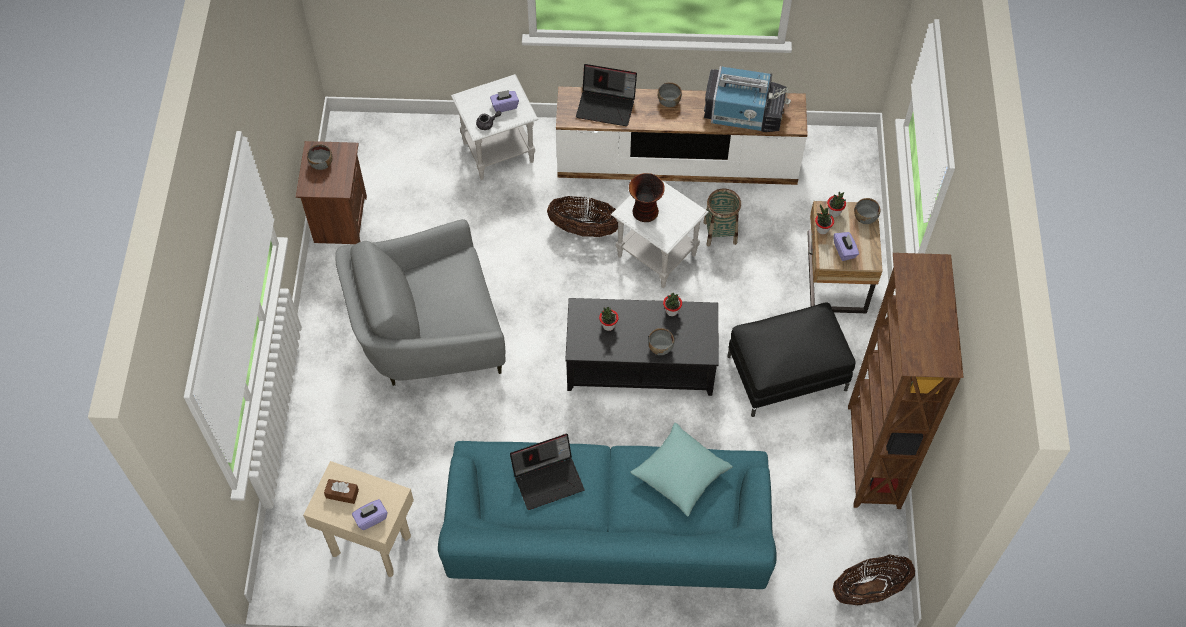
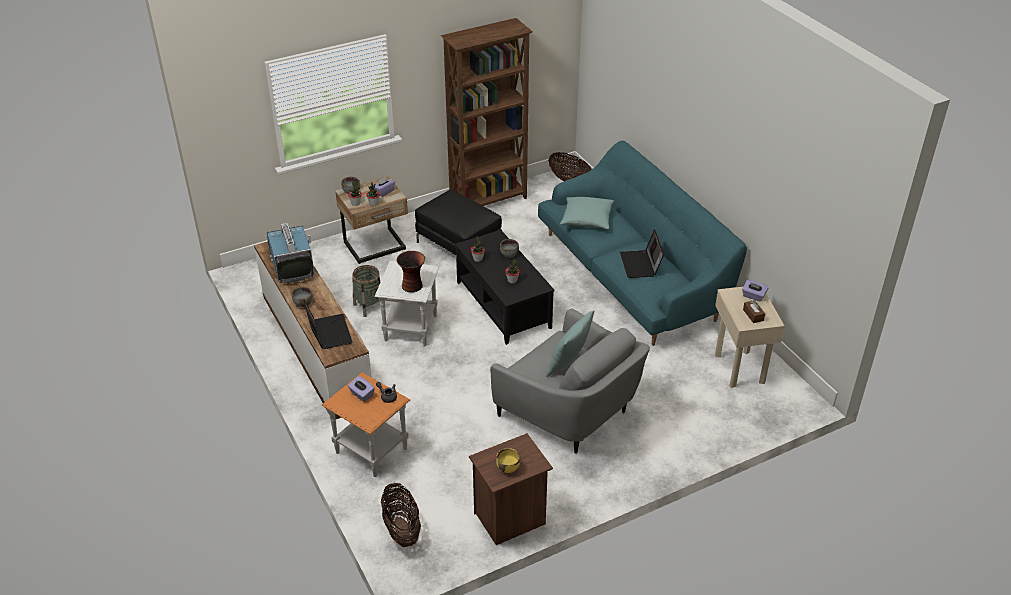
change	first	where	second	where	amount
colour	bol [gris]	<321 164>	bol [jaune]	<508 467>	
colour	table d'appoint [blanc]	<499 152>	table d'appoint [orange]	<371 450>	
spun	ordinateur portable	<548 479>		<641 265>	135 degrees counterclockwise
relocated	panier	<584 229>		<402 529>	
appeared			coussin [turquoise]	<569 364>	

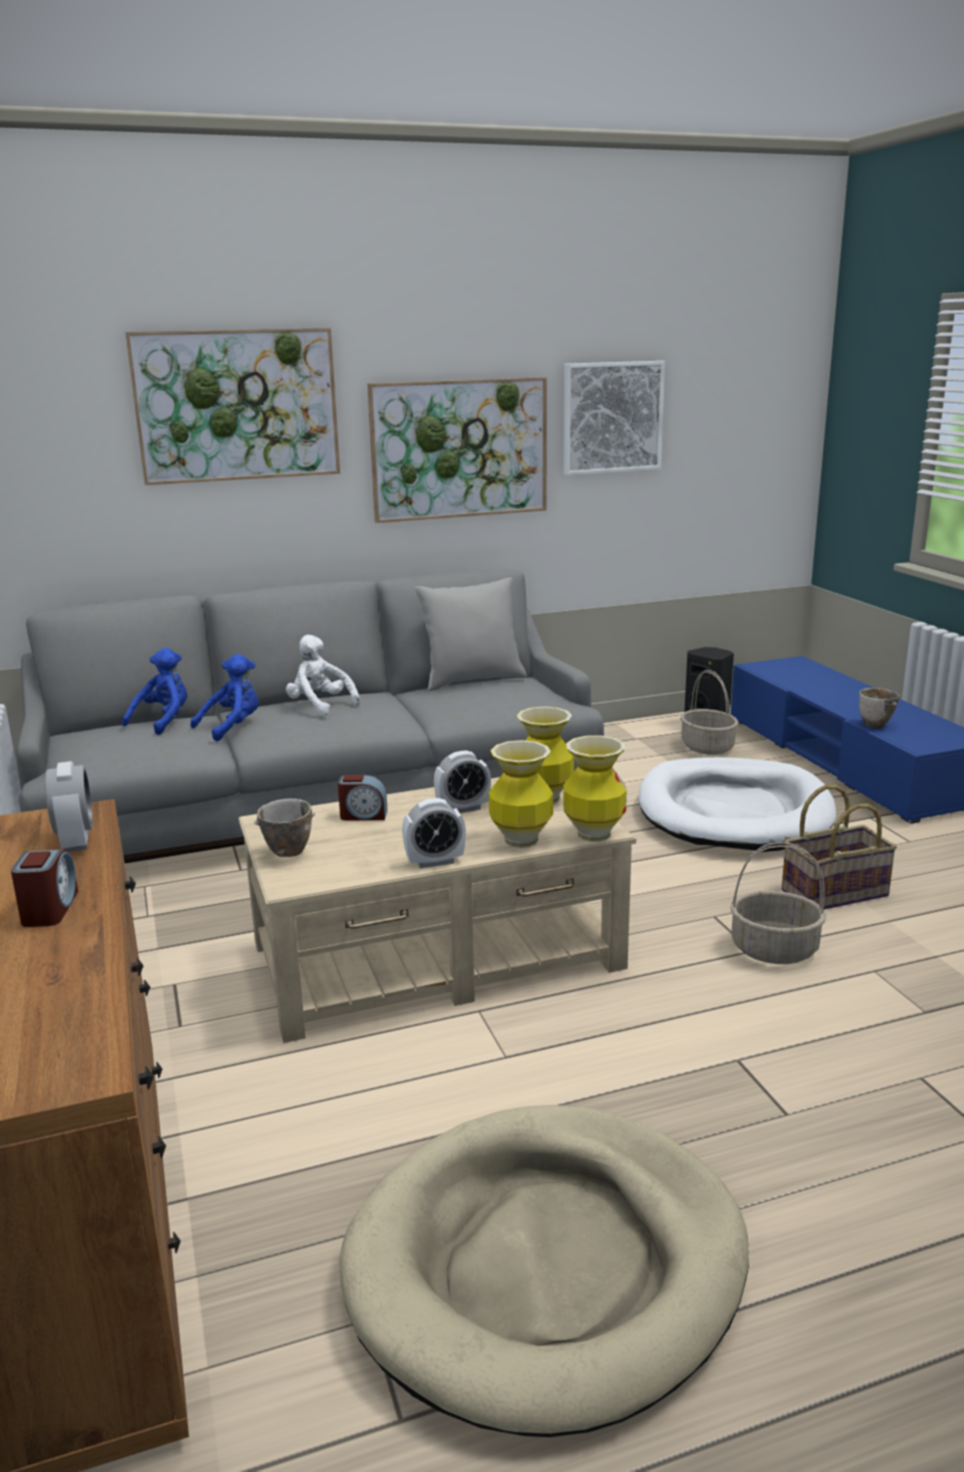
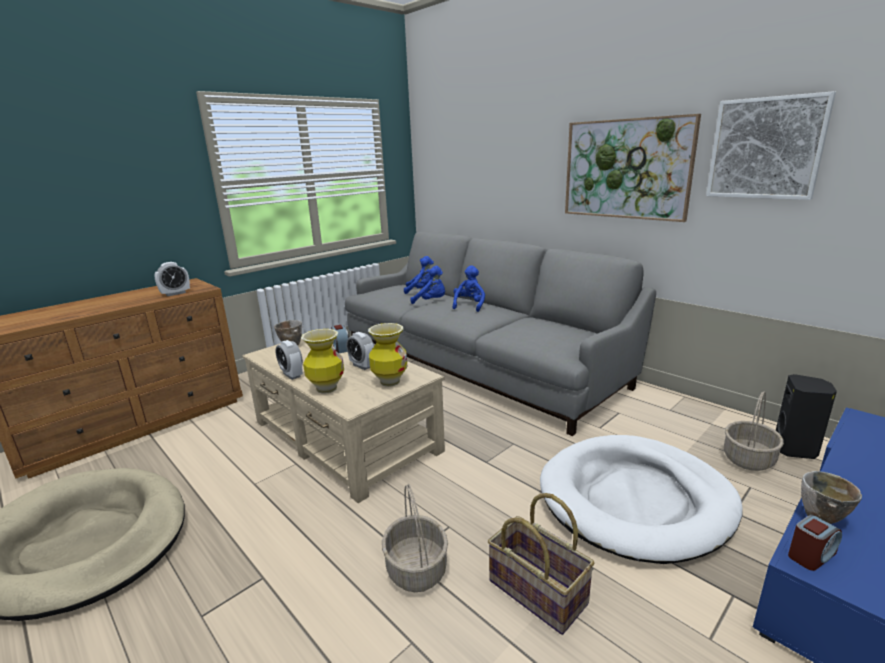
change	first	where	second	where	amount
relocated	réveil	<50 909>		<811 555>	
missing	tableau	<237 405>			
colour	peluche [blanc]	<320 706>	peluche [bleu]	<469 305>	
missing	coussin [gris]	<472 680>			
missing	vase	<593 834>			

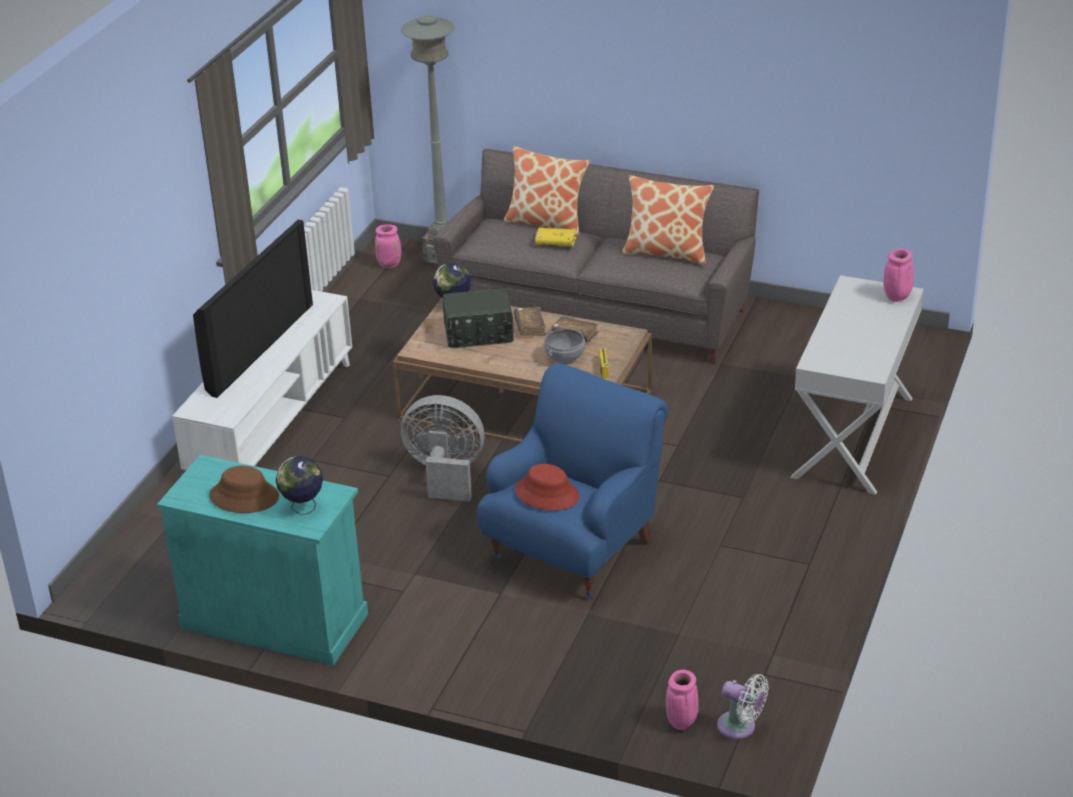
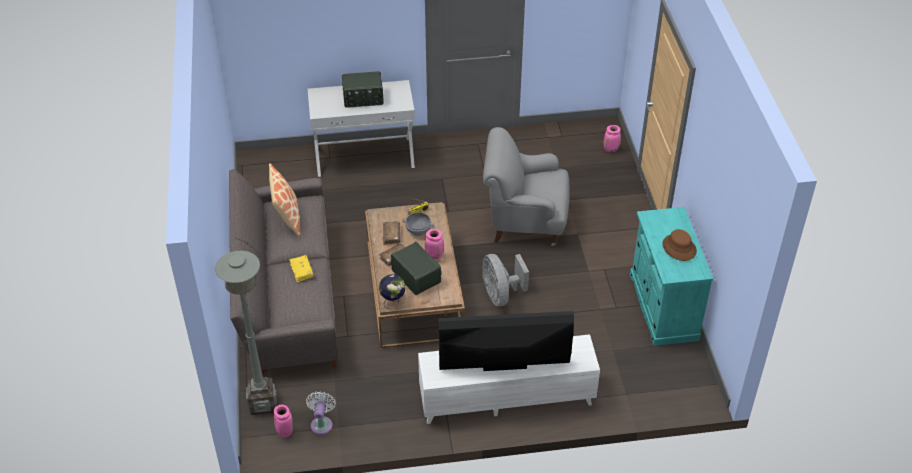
change	first	where	second	where	amount
missing	globe	<303 508>			
colour	fauteuil [bleu]	<574 548>	fauteuil [gris]	<524 221>	
missing	coussin	<546 223>			
missing	chapeau [rouge]	<547 494>			
relocated	ventilateur [blanc]	<740 727>		<322 423>	
relocated	vase [rose]	<897 298>		<435 256>	
appeared			radio	<363 98>	

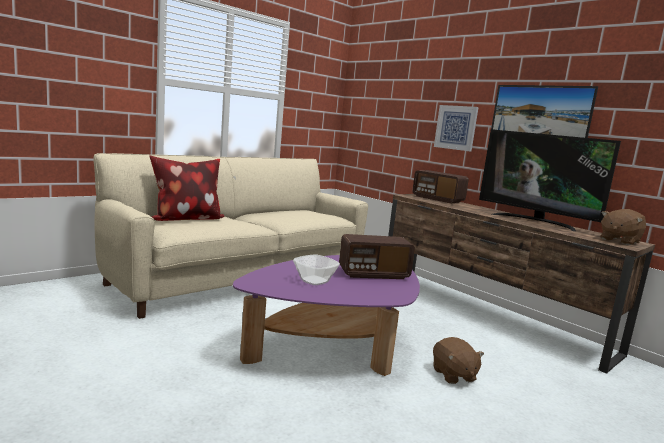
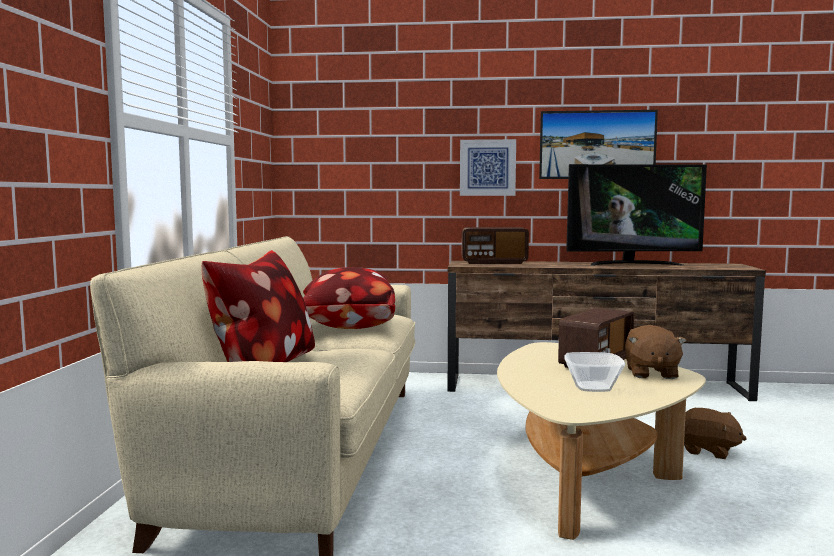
change	first	where	second	where	amount
colour	table basse [violet]	<334 346>	table basse [beige]	<584 475>	
relocated	peluche [marron]	<619 240>		<651 373>	
appeared			coussin	<347 327>	

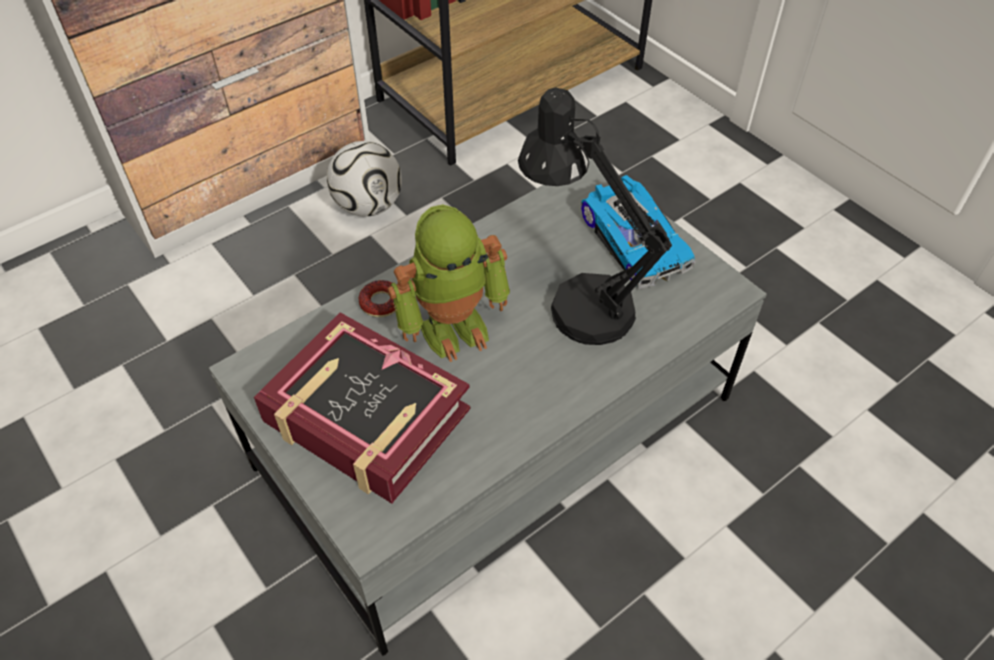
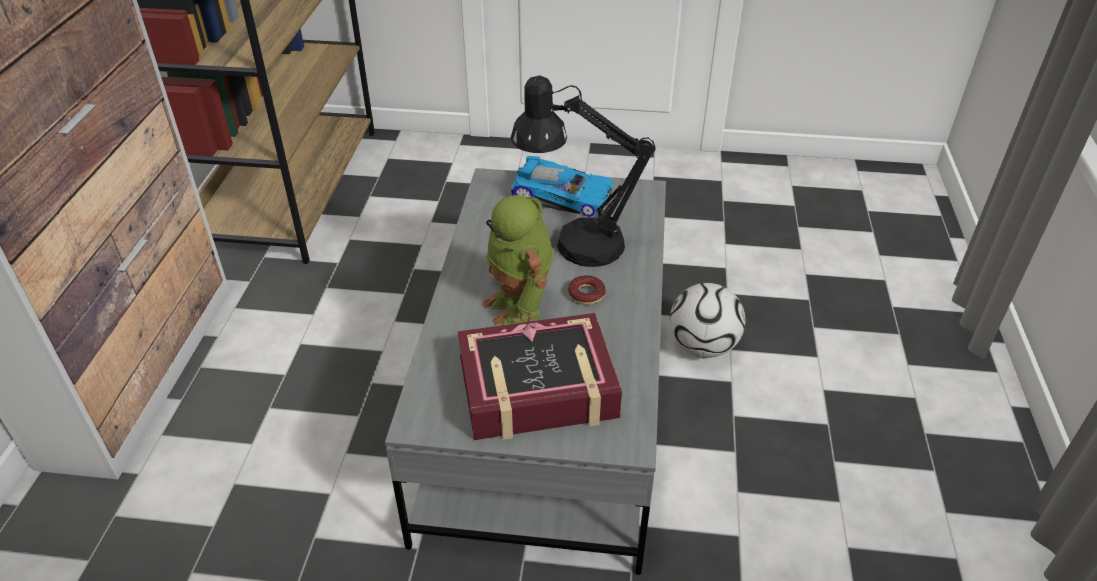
change	first	where	second	where	amount
relocated	ballon de foot	<368 206>		<703 346>	
relocated	beignet	<381 303>		<586 294>	
spun	robot jouet	<453 326>		<520 305>	135 degrees clockwise

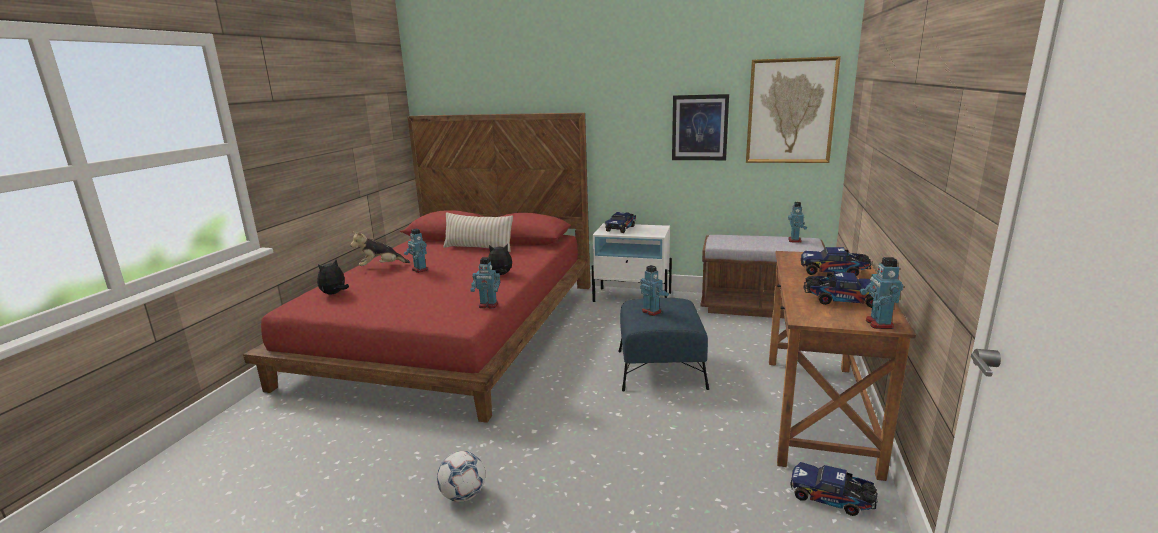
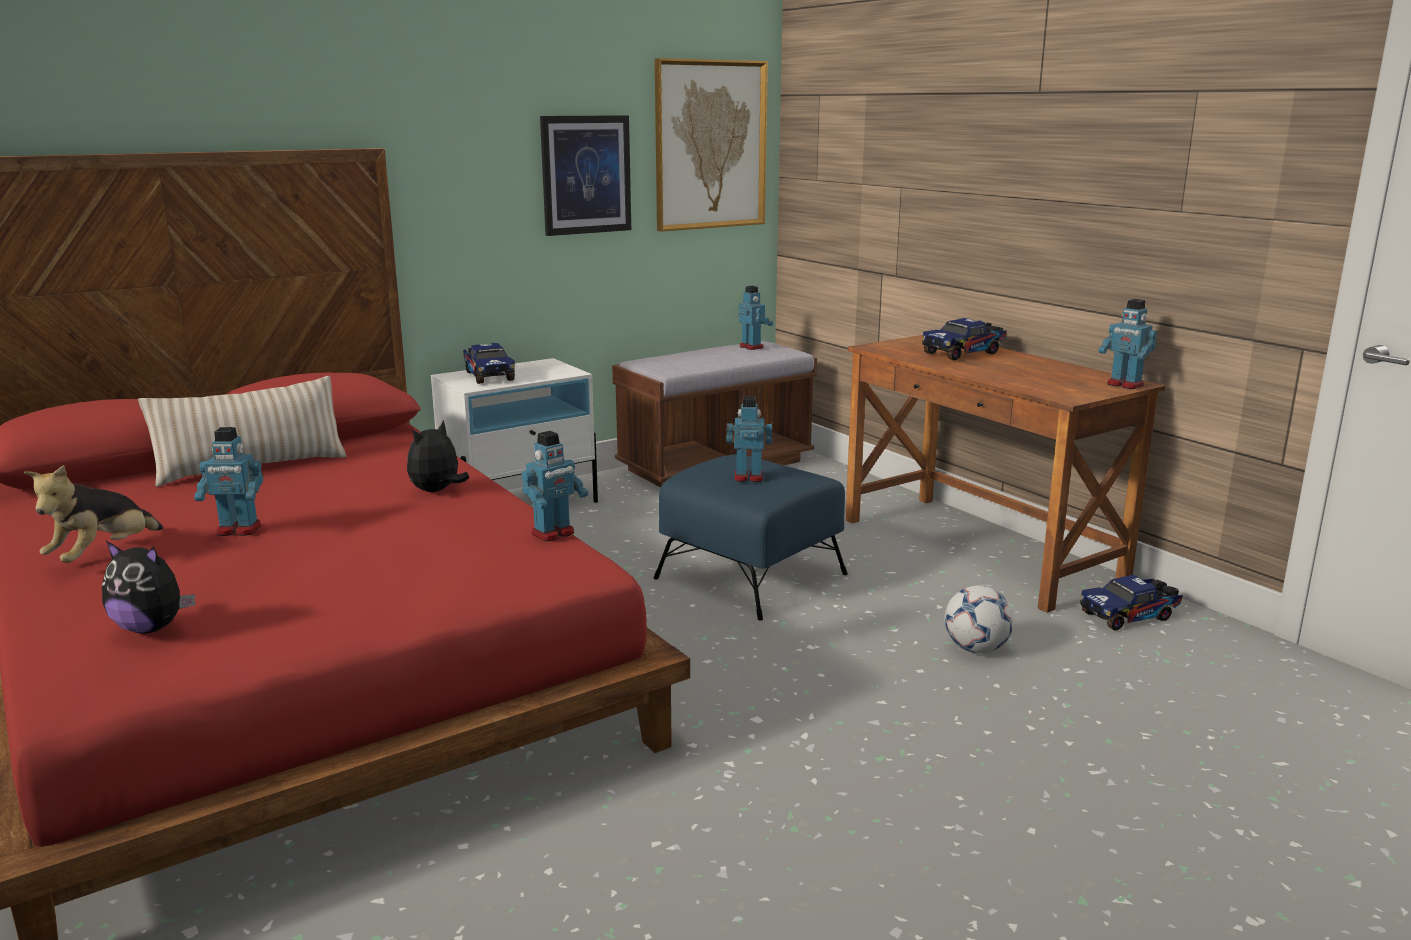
change	first	where	second	where	amount
spun	peluche	<334 294>		<151 628>	60 degrees counterclockwise
relocated	ballon de foot	<463 495>		<976 649>	
missing	camion jouet	<840 300>			

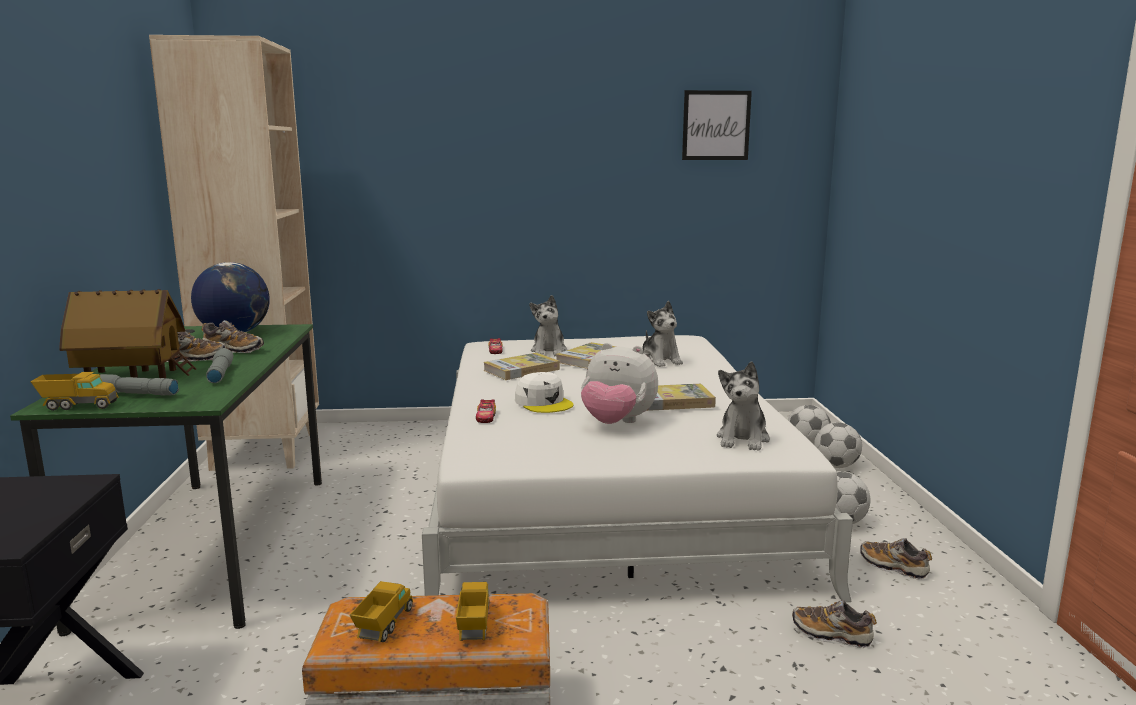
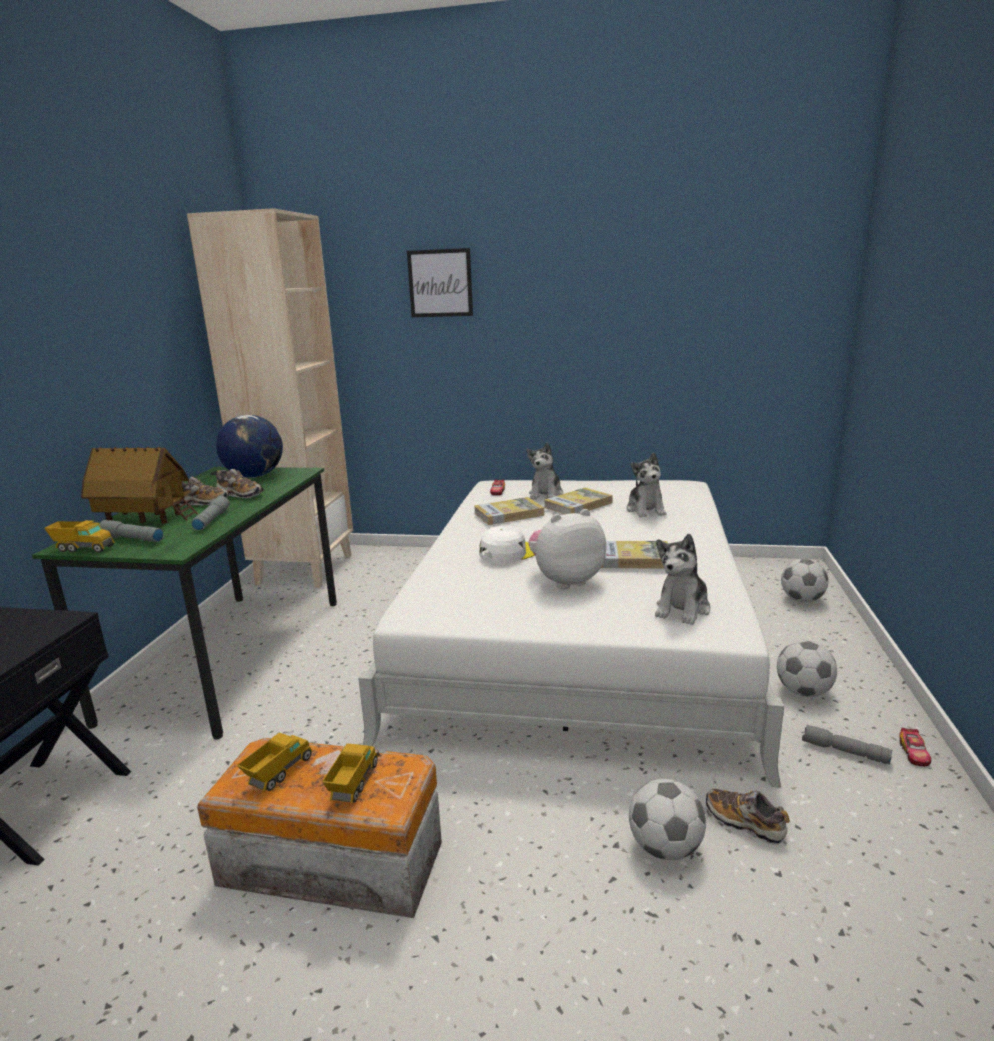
change	first	where	second	where	amount
relocated	petite voiture	<486 417>		<914 753>	
spun	casquette [blanc]	<544 402>		<508 553>	105 degrees counterclockwise
spun	peluche	<617 423>		<565 581>	120 degrees clockwise
relocated	tableau	<716 125>		<440 283>	
relocated	ballon de foot	<836 466>		<665 847>	
exchanged	chaussure	<893 567>	lampe de poche [gris]	<844 752>	

